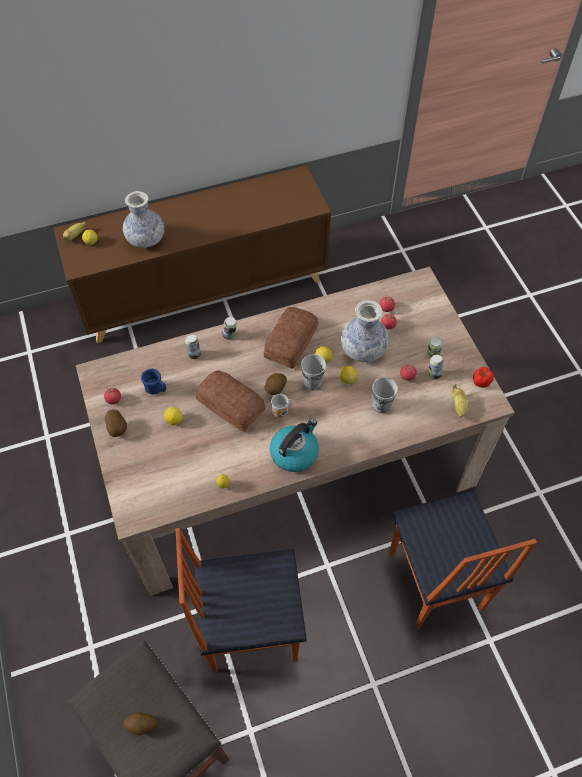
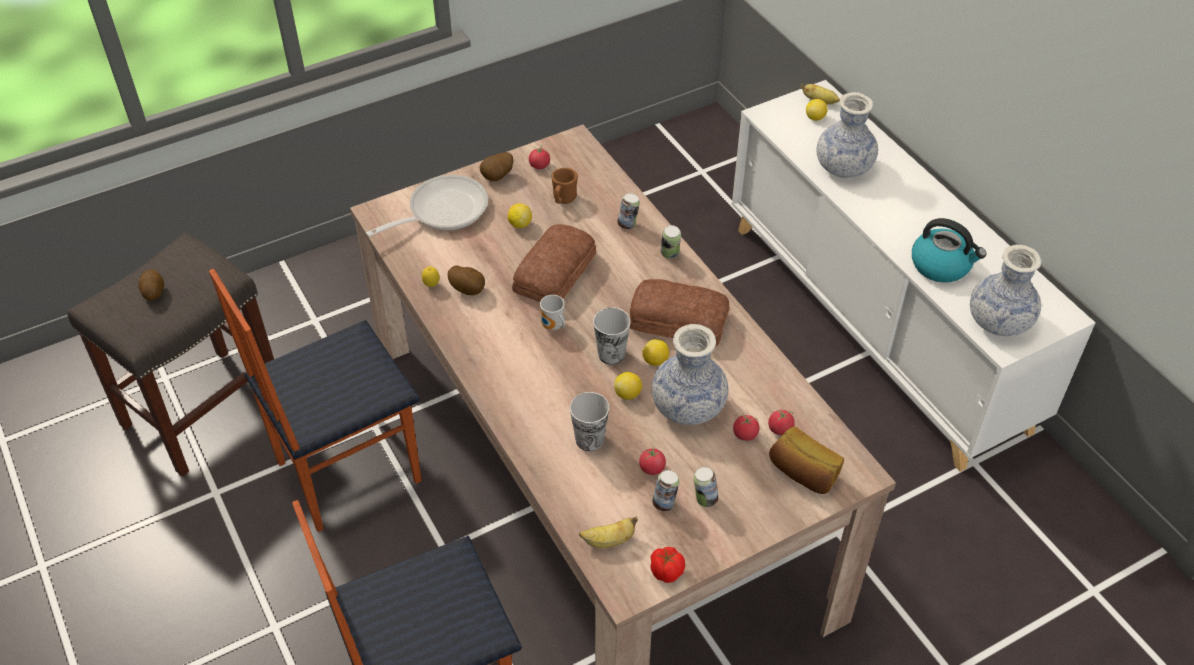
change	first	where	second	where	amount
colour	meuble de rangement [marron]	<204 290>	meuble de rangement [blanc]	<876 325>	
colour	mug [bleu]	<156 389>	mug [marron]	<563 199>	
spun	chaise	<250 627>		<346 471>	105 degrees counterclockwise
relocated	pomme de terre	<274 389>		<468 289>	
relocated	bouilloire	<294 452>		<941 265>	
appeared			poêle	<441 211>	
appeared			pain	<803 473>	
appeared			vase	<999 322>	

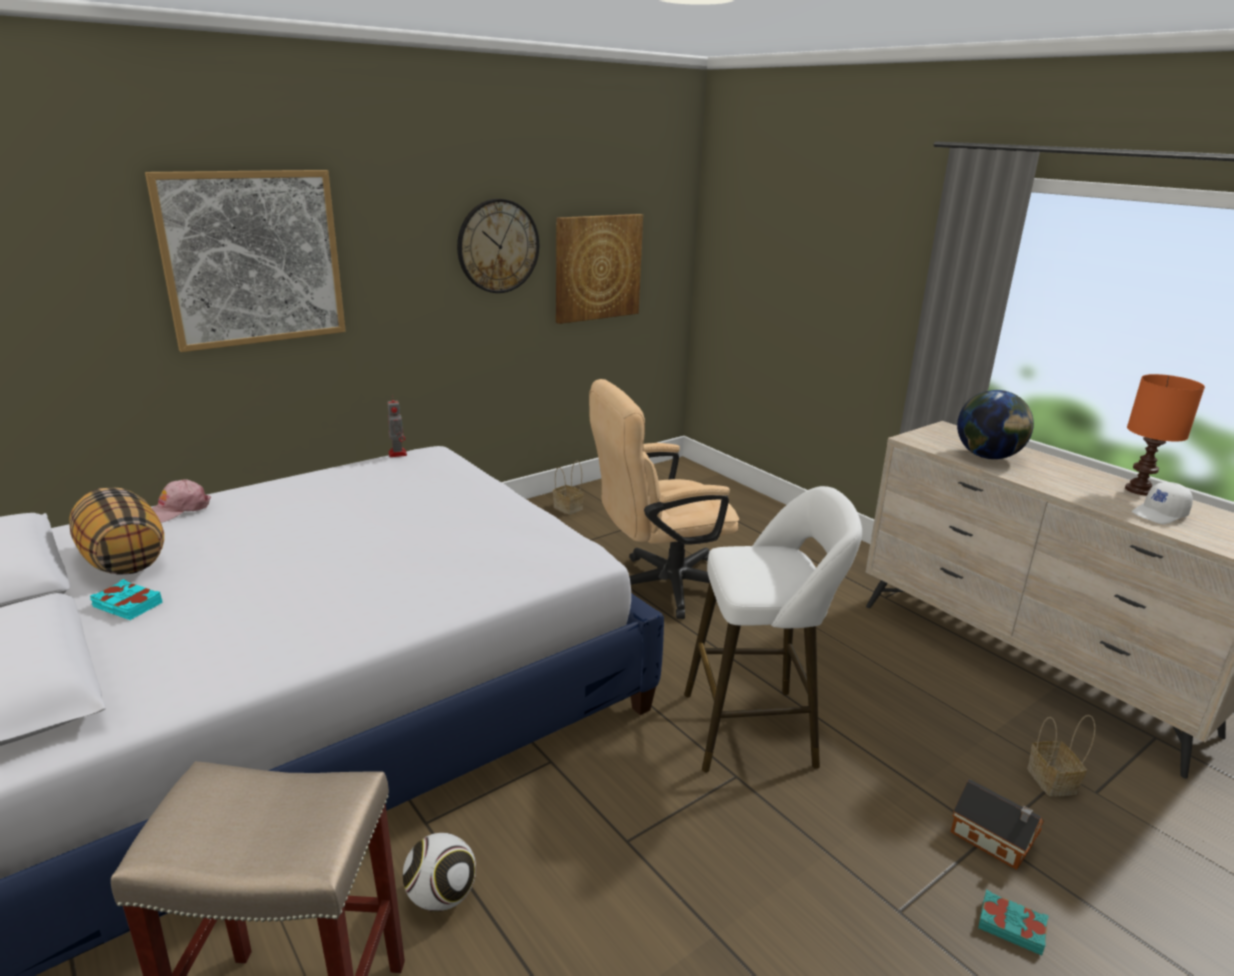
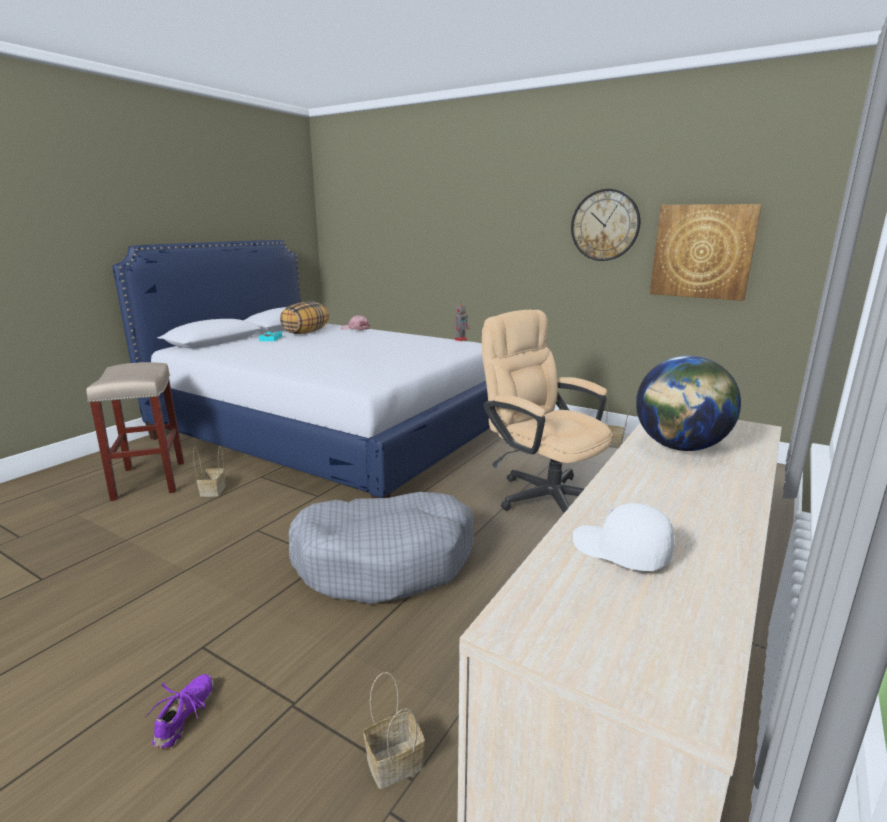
change	first	where	second	where	amount
missing	tableau	<253 258>			
exchanged	ballon de foot	<442 896>	panier	<213 491>	
exchanged	tabouret [blanc]	<757 728>	panier pour chien [gris]	<385 561>	
missing	maison miniature	<994 840>			
exchanged	livre [turquoise]	<1011 926>	chaussure [violet]	<185 716>	
missing	lampe de table [orange]	<1140 490>			

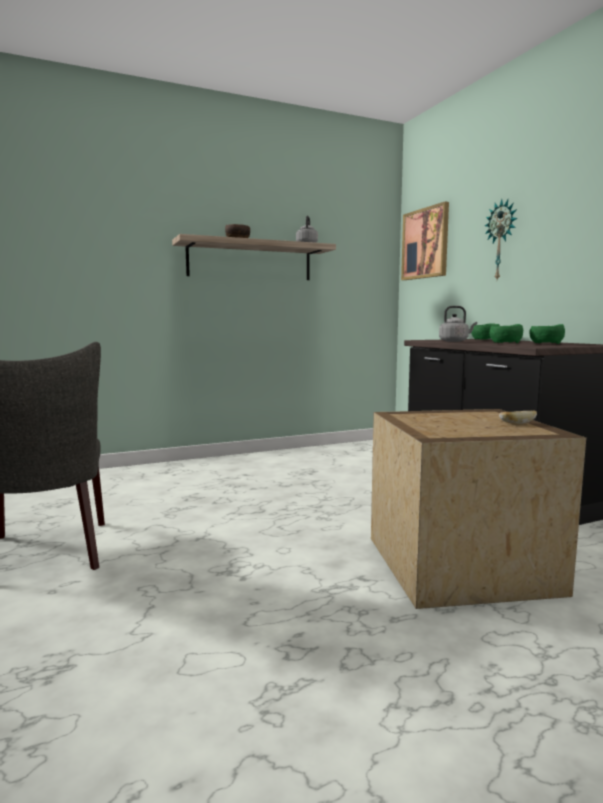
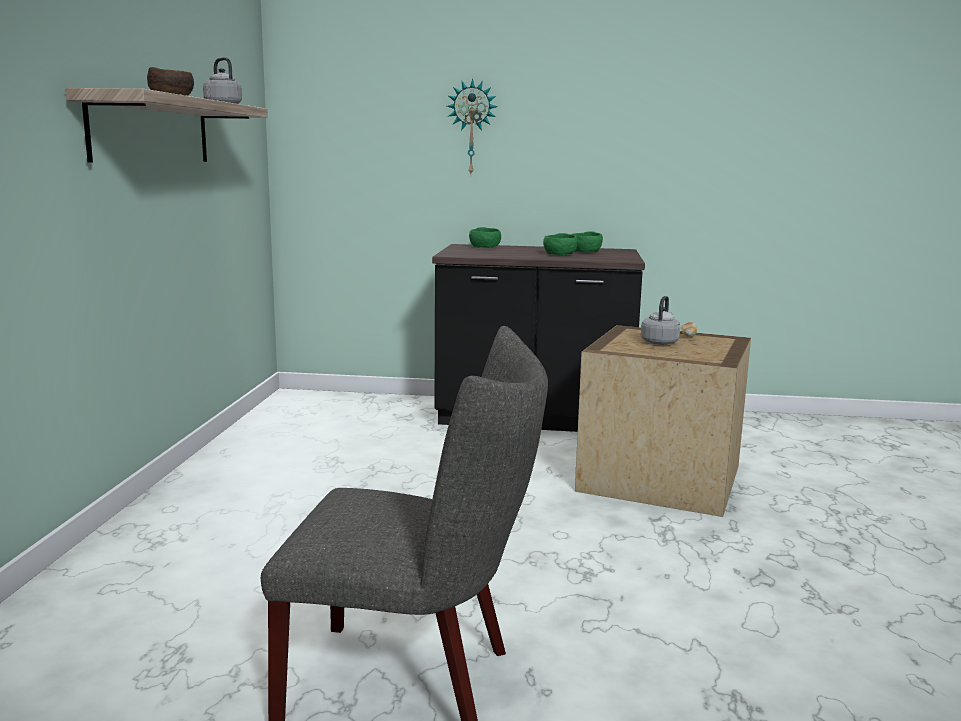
change	first	where	second	where	amount
missing	tableau	<425 243>			
relocated	bouilloire [gris]	<455 341>		<660 342>	

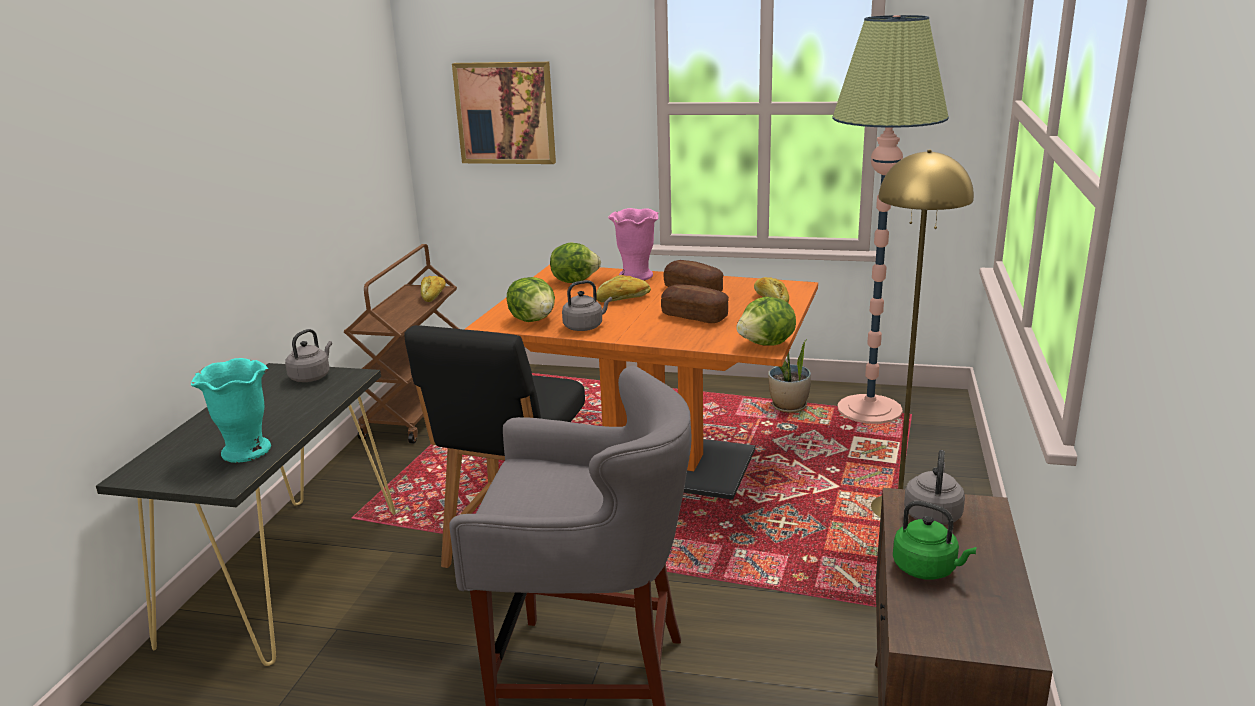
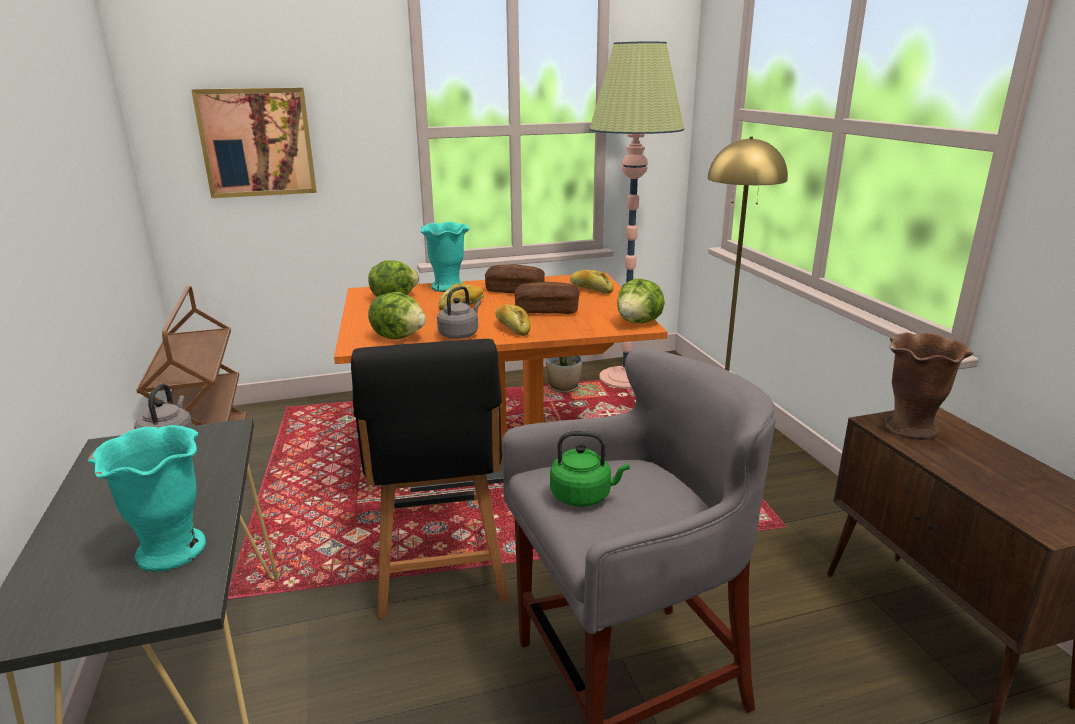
change	first	where	second	where	amount
relocated	pain	<434 295>		<513 328>	
colour	vase [rose]	<636 276>	vase [turquoise]	<447 287>	
relocated	bouilloire [vert]	<927 569>		<584 496>	
exchanged	bouilloire [gris]	<932 514>	vase [marron]	<910 428>	

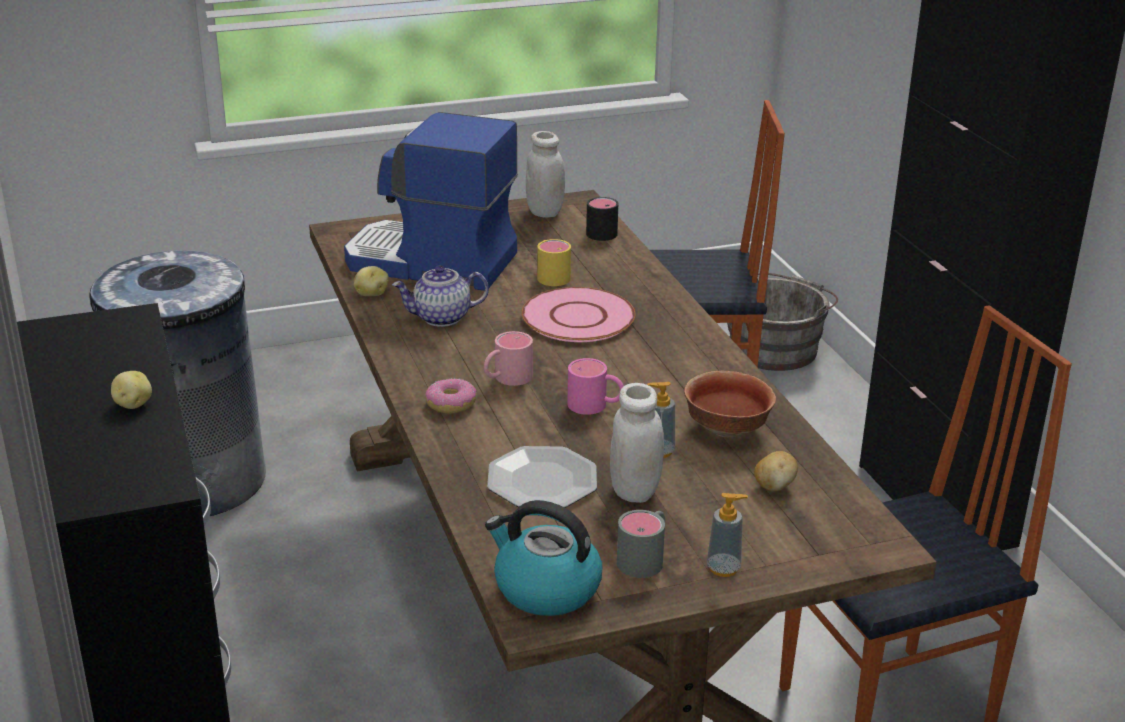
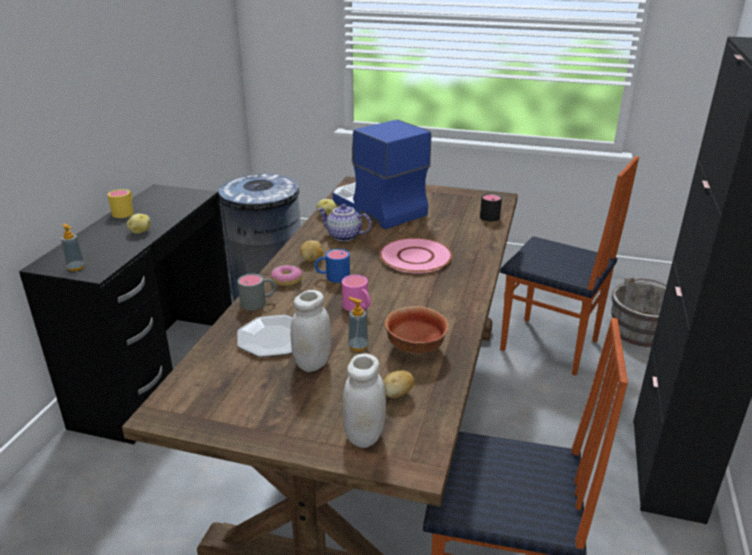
change	first	where	second	where	amount
colour	mug [rose]	<506 379>	mug [bleu]	<332 277>	
missing	bouilloire	<545 589>			
relocated	bocal [blanc]	<545 212>		<364 436>	
relocated	mug [jaune]	<550 275>		<125 211>	
relocated	mug [gris]	<645 558>		<259 302>	
relocated	distributeur de savon	<723 568>		<76 267>	
appeared			pomme de terre	<312 260>	

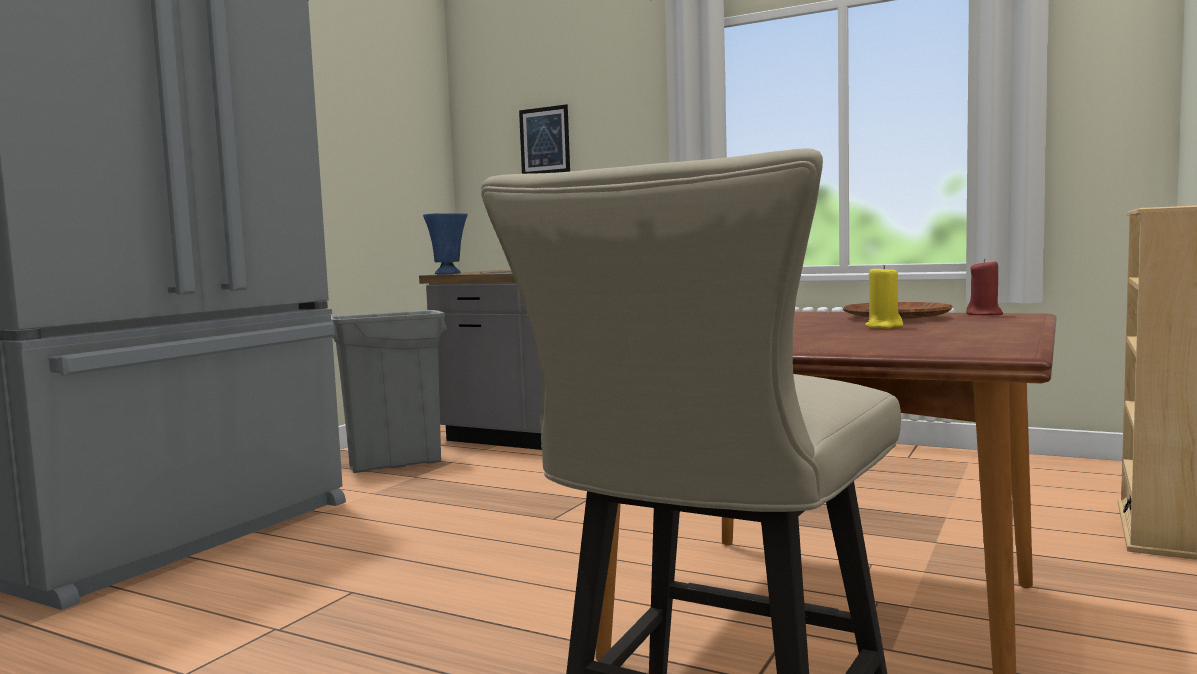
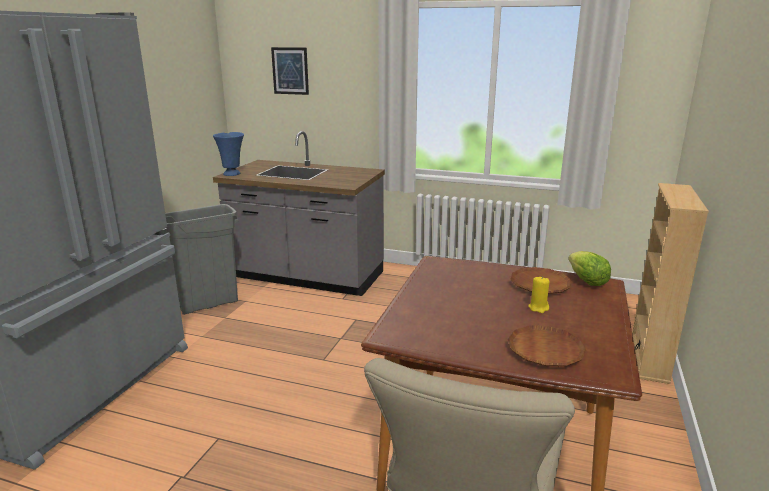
change	first	where	second	where	amount
exchanged	bougie [rouge]	<984 314>	laitue	<586 281>	
appeared			assiette [marron]	<545 350>	

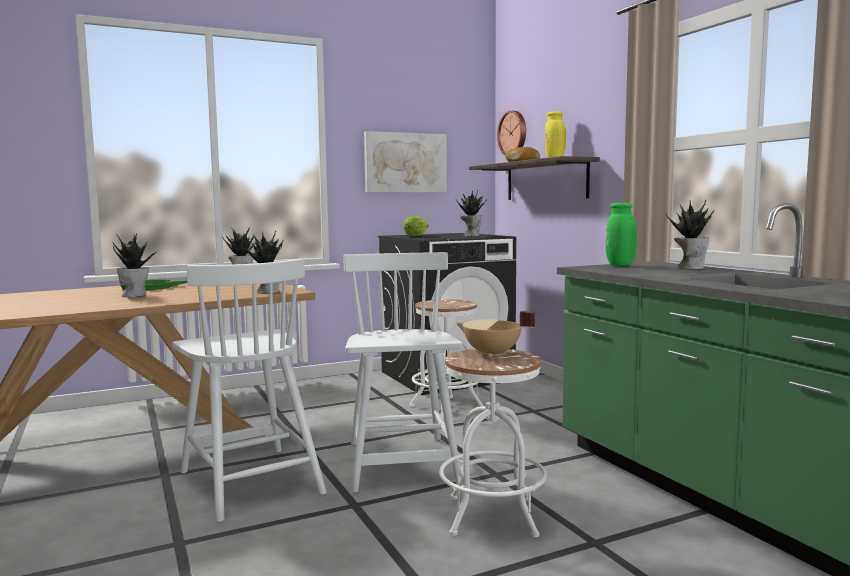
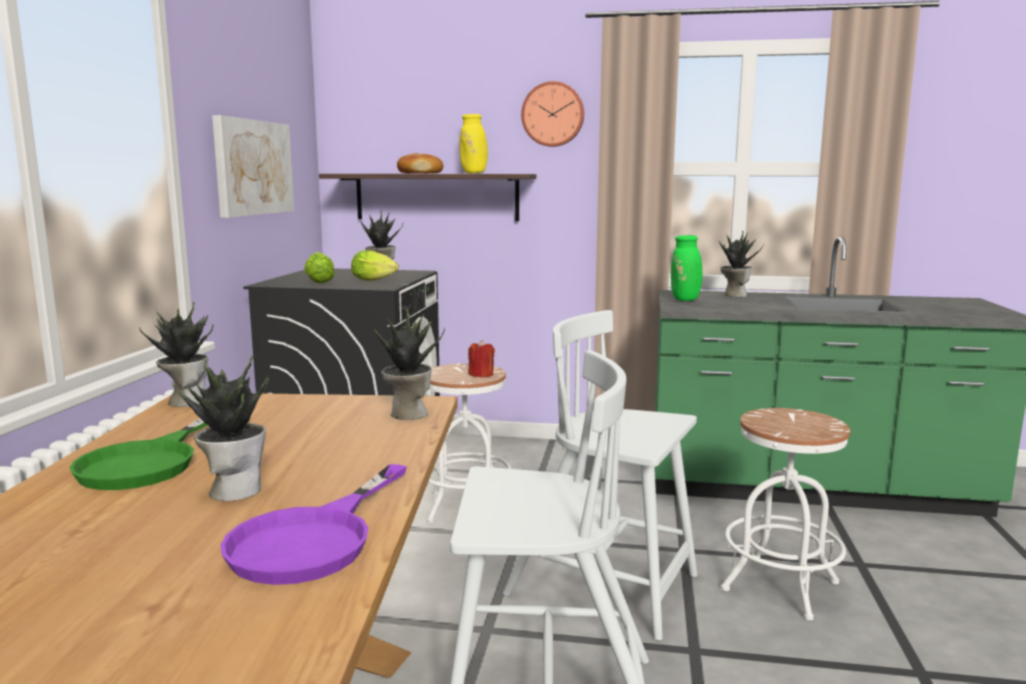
change	first	where	second	where	amount
missing	marmite [beige]	<492 354>			
relocated	horloge murale	<513 133>		<553 114>	
appeared			poêle [violet]	<314 538>	
appeared			laitue	<376 280>	
appeared			bougie [rouge]	<481 374>	

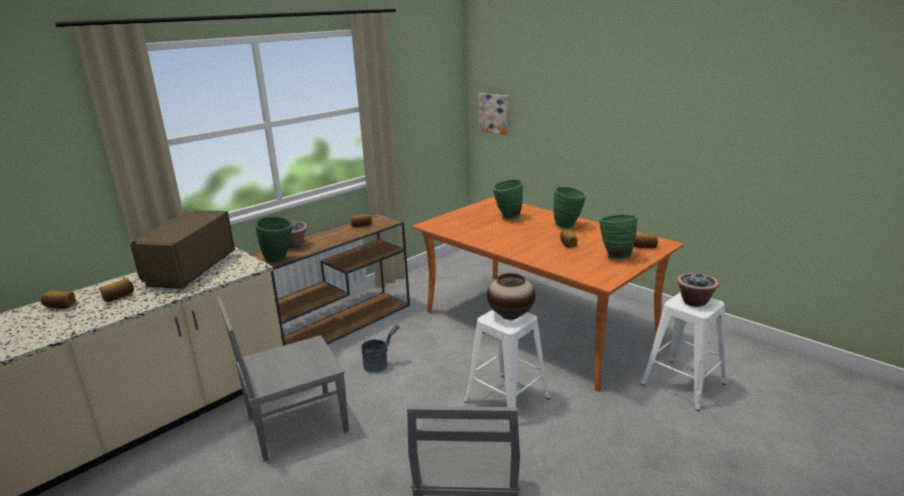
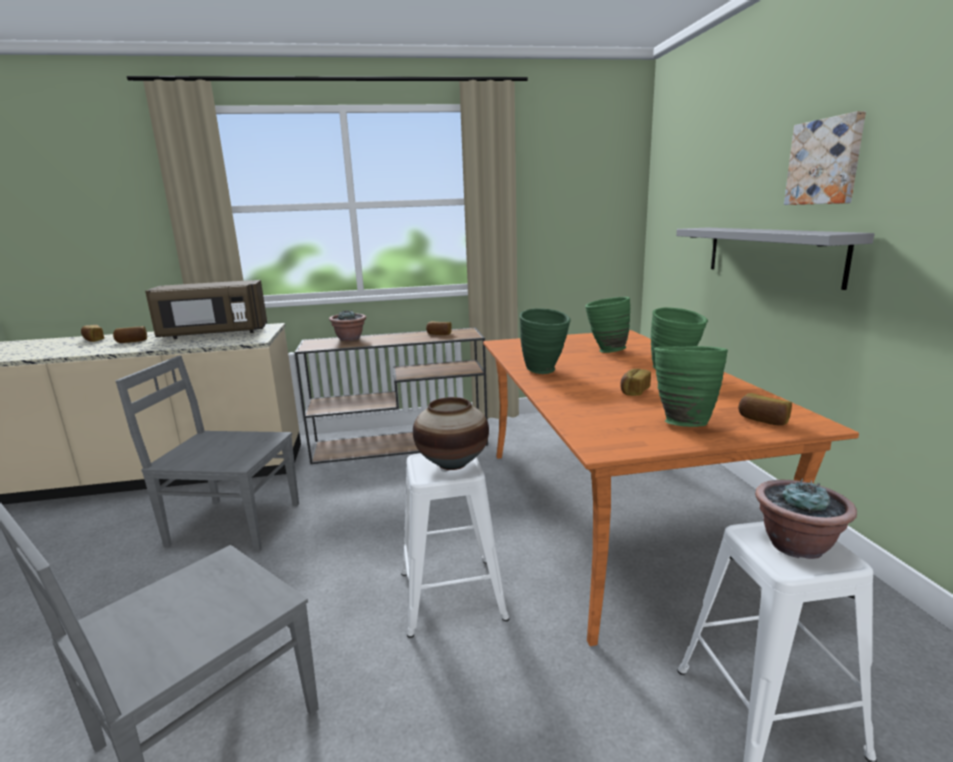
change	first	where	second	where	amount
spun	micro-ondes [marron]	<190 270>		<213 334>	150 degrees counterclockwise
relocated	vase [vert]	<279 260>		<545 371>	
missing	seau [gris]	<380 365>			
relocated	tableau	<494 113>		<825 162>	
appeared			étagère [gris]	<771 254>	

